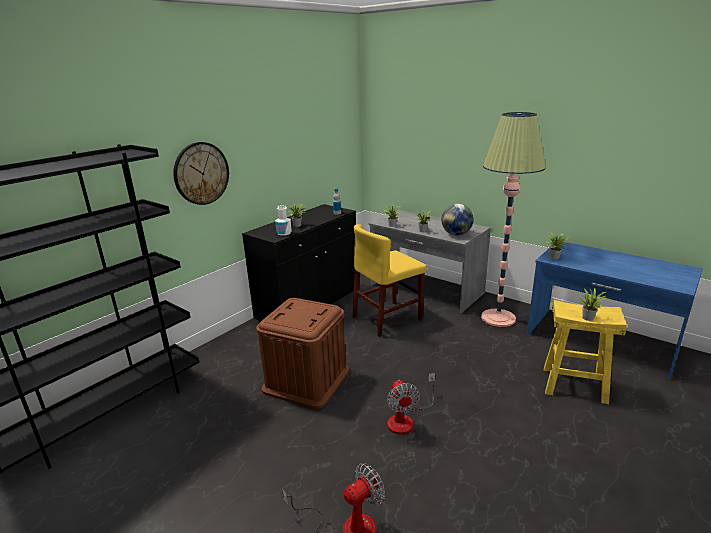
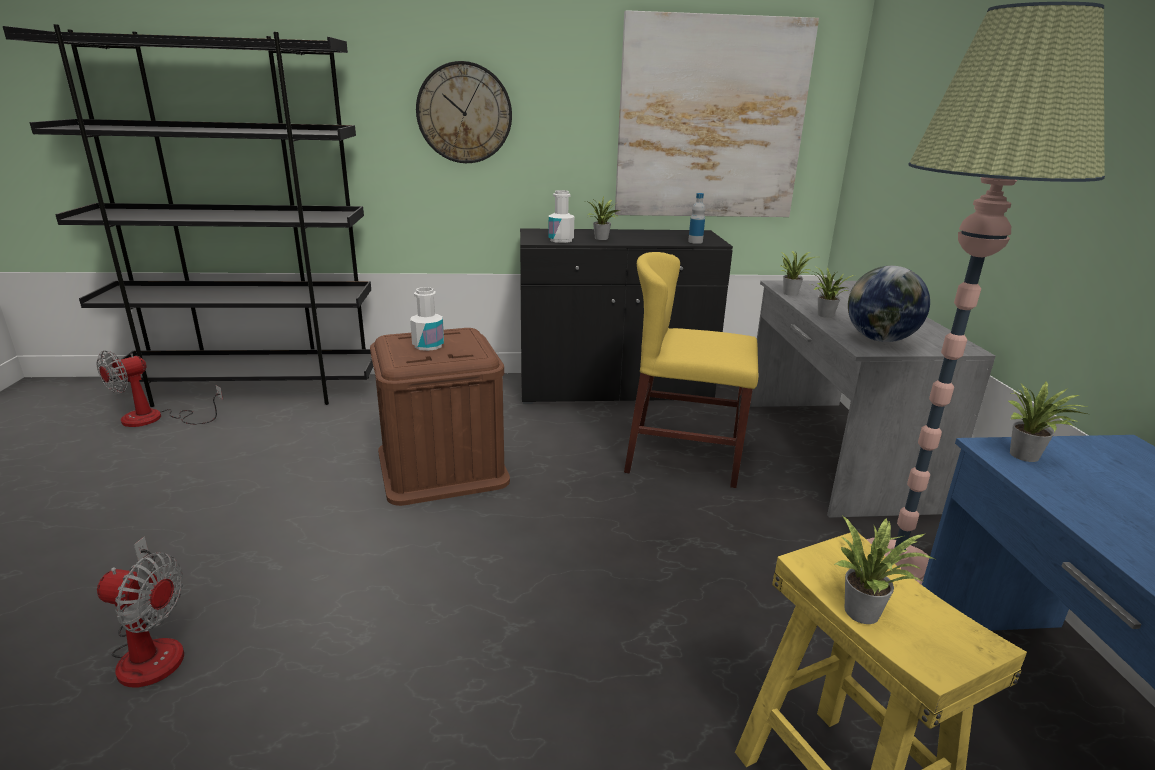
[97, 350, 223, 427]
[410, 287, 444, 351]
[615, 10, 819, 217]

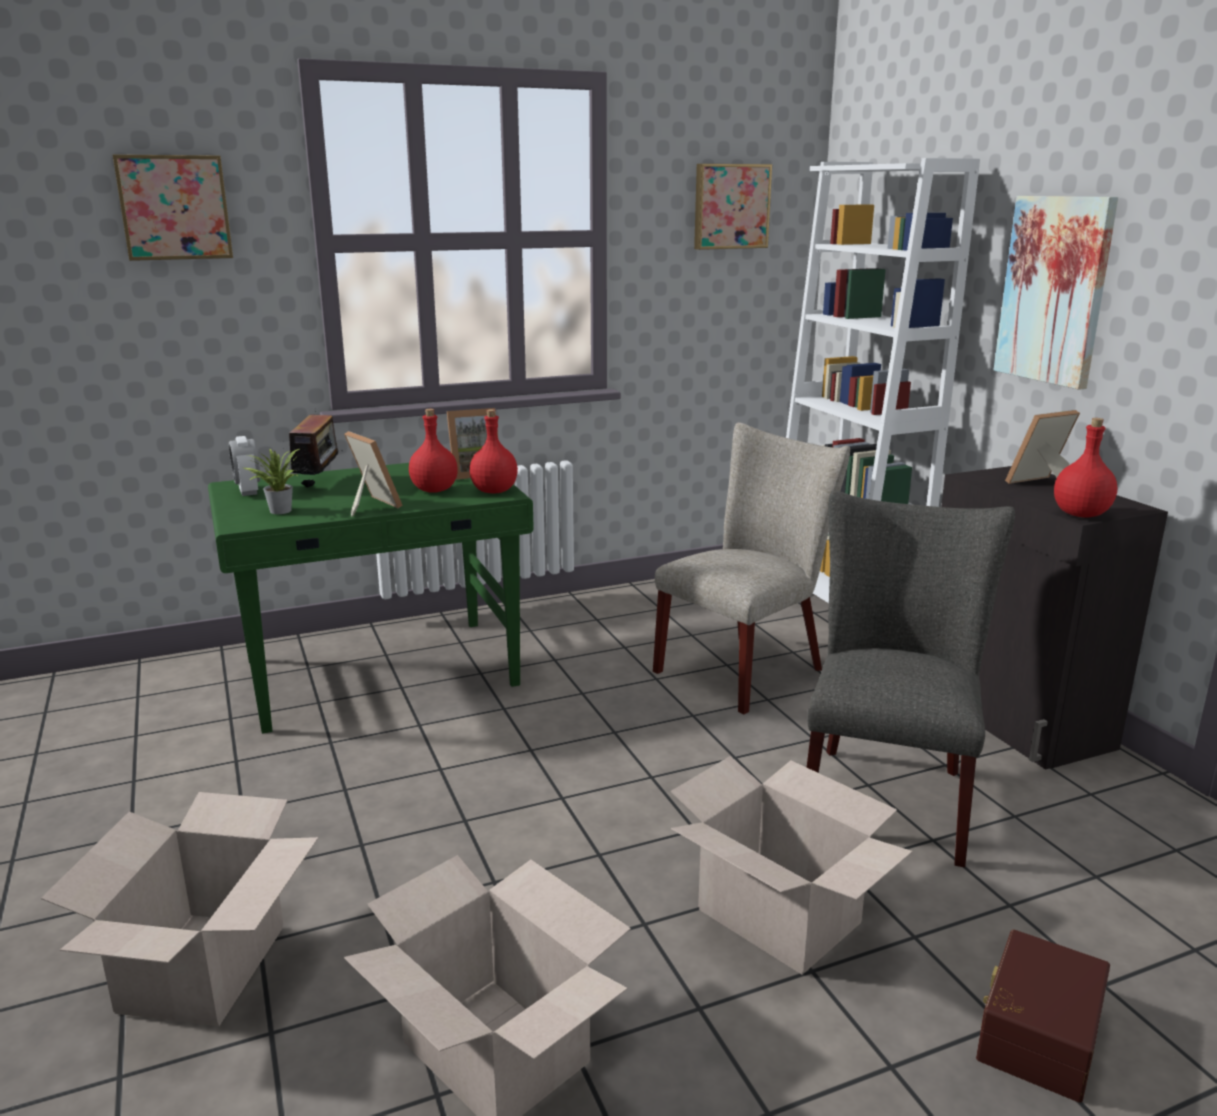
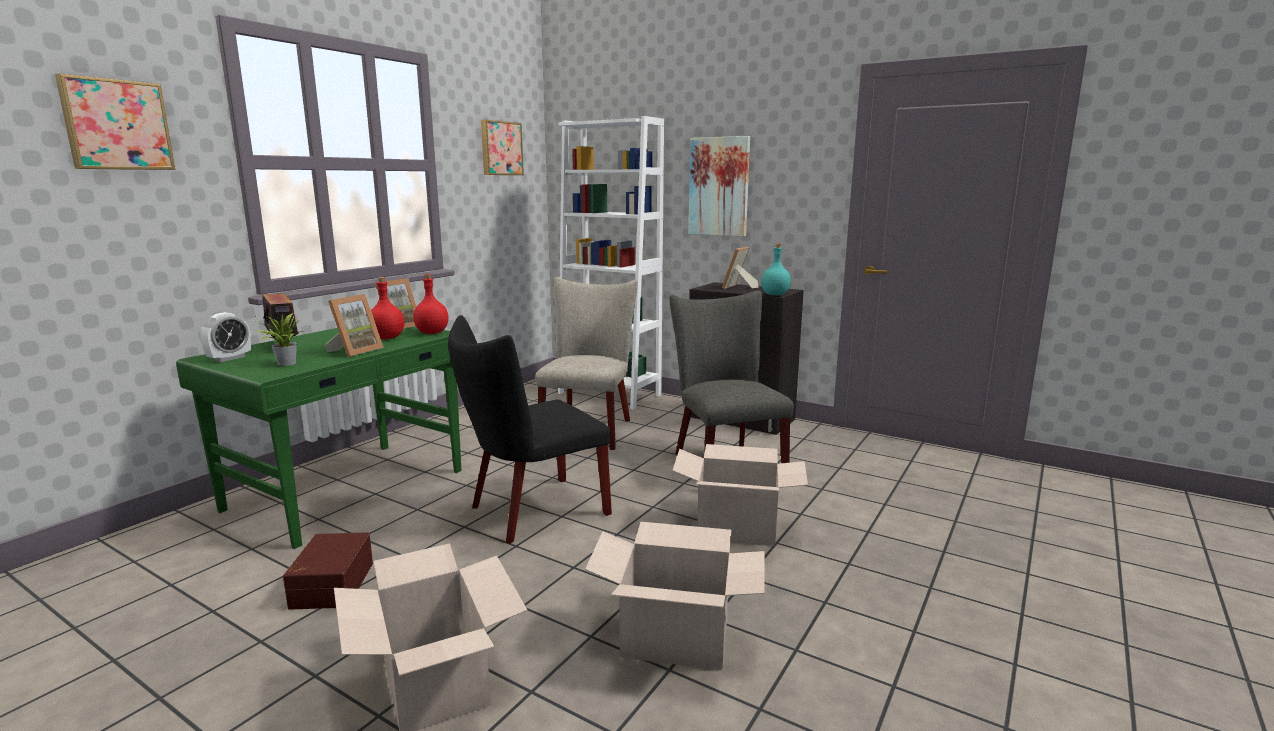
[200, 312, 251, 362]
[325, 294, 384, 357]
[283, 532, 373, 610]
[761, 243, 791, 295]
[448, 315, 612, 544]

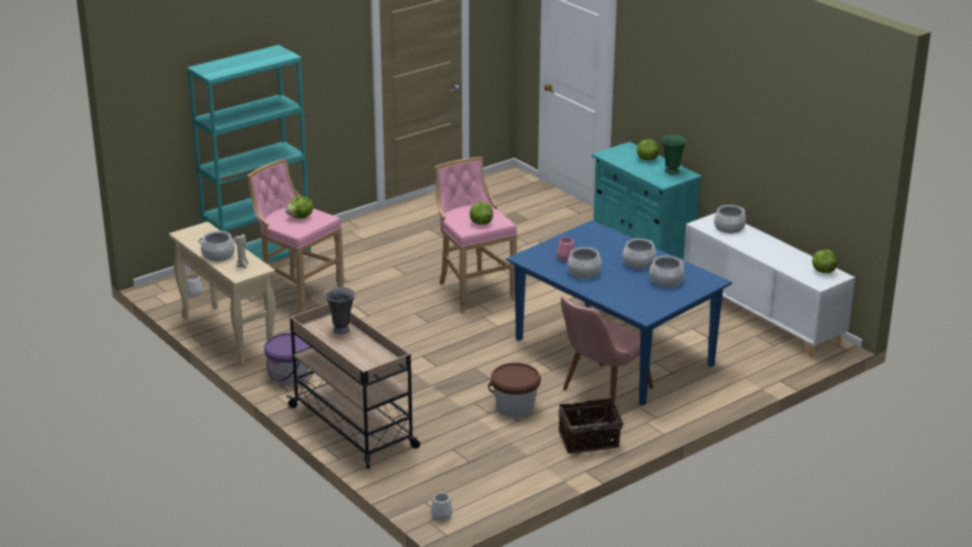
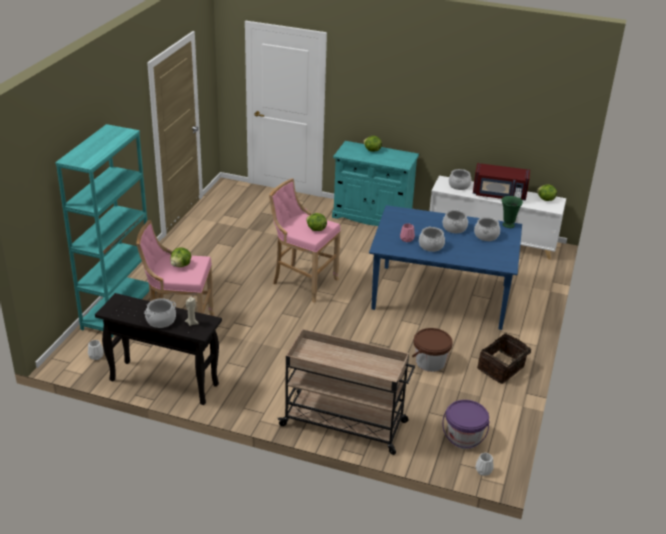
[95, 293, 222, 405]
[442, 400, 490, 449]
[325, 287, 355, 334] (first image)
[561, 296, 653, 403] (first image)
[501, 196, 523, 228]
[473, 163, 530, 201]

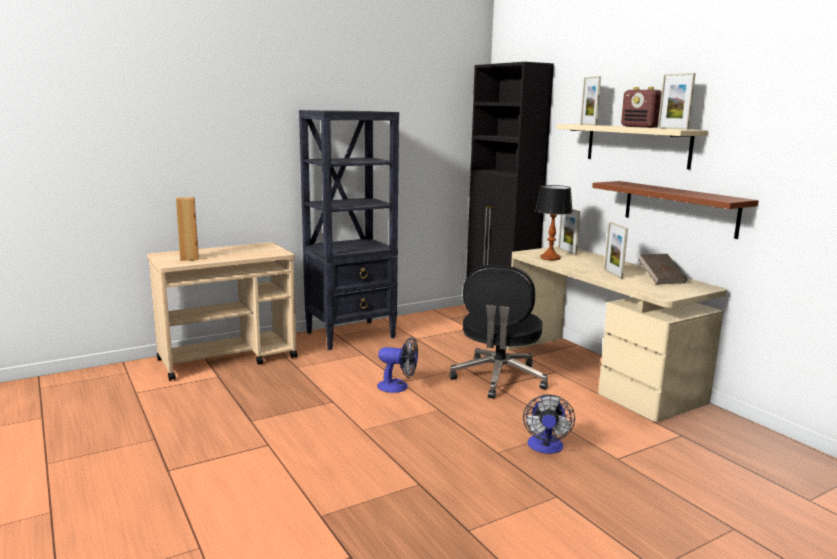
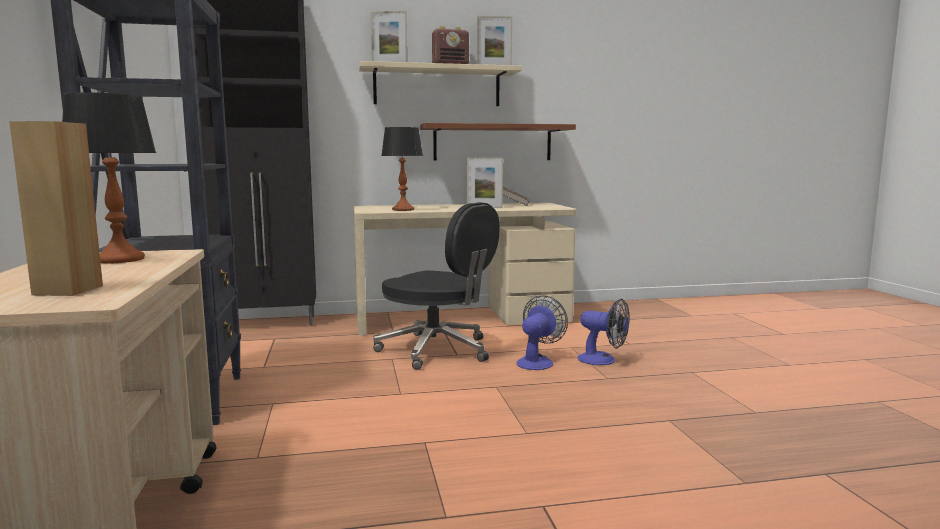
[517, 295, 568, 370]
[558, 209, 580, 255] (first image)
[62, 92, 156, 264]

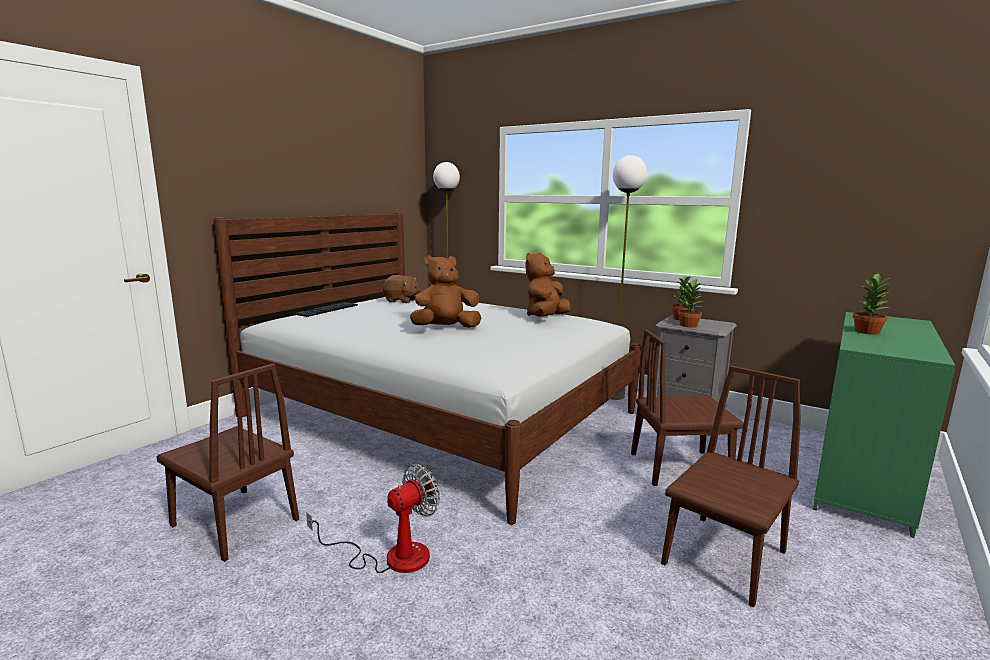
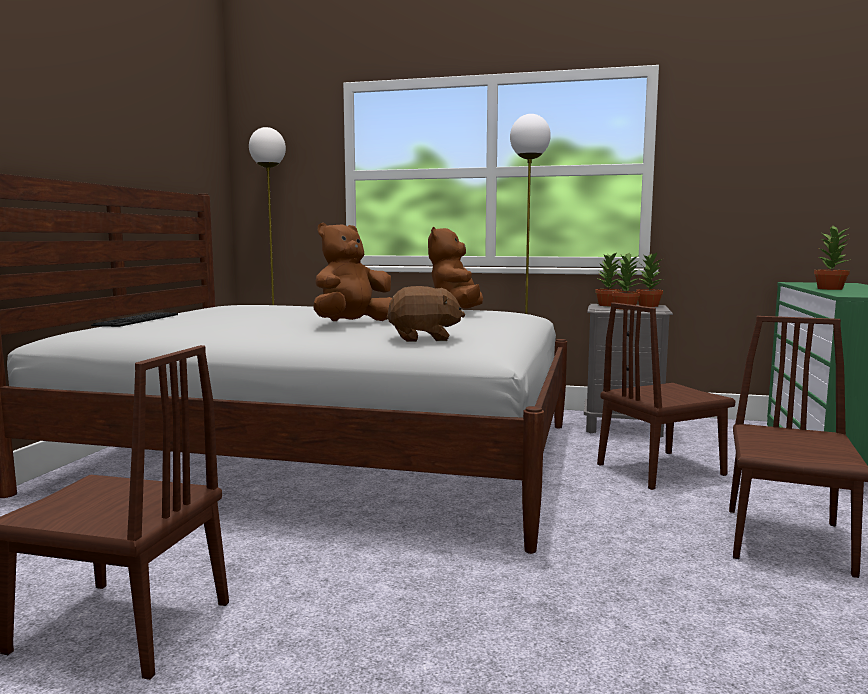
[306, 464, 440, 573] (first image)
[386, 286, 465, 342]
[636, 252, 663, 307]

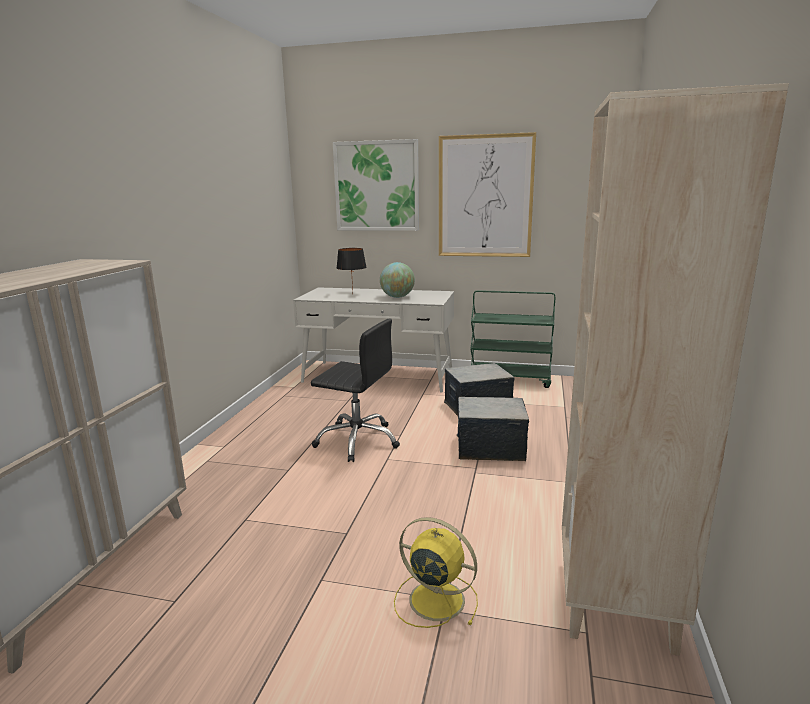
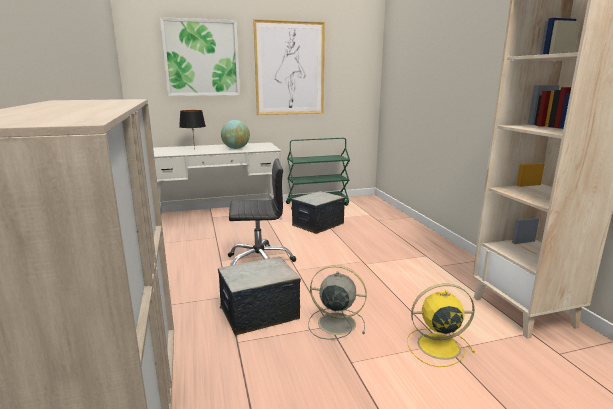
[218, 257, 301, 335]
[308, 265, 367, 340]

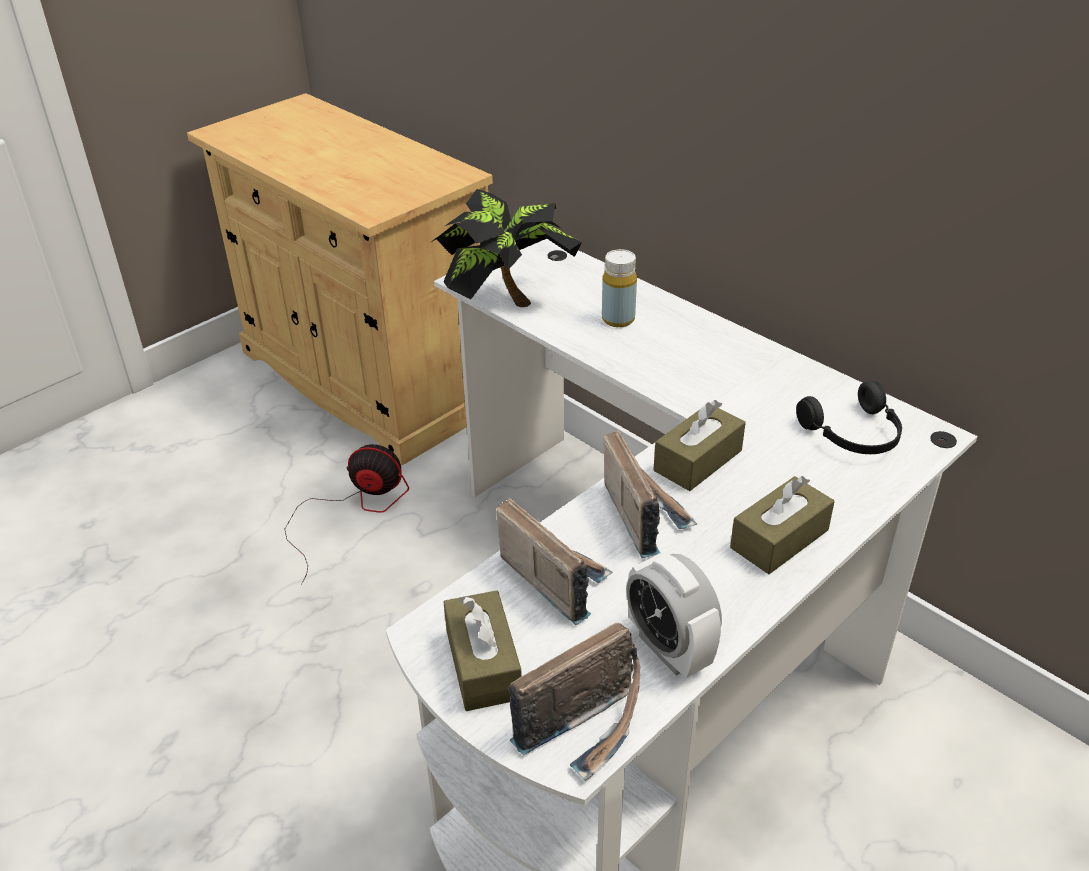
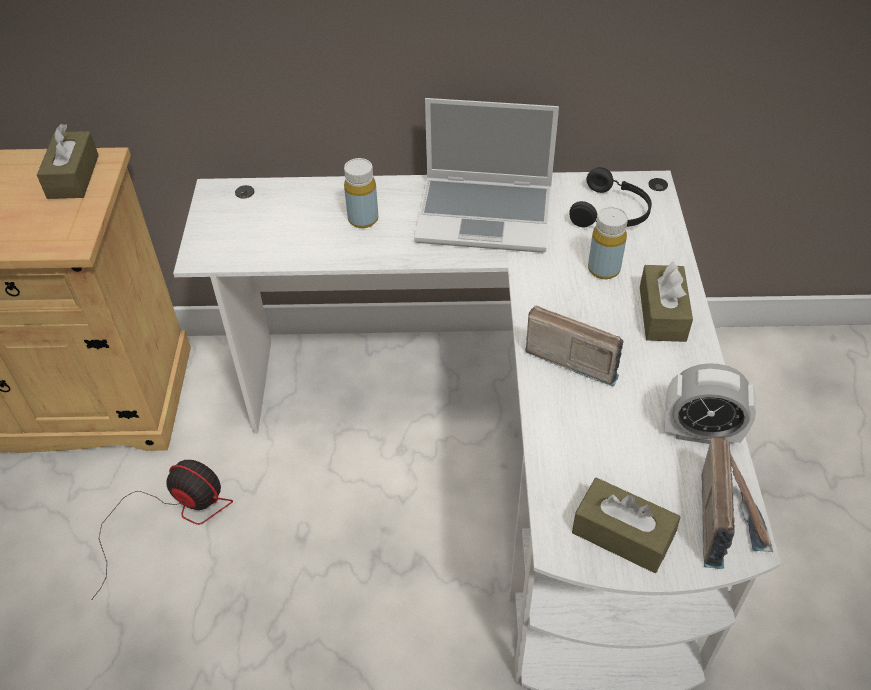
[91, 460, 233, 600]
[430, 189, 582, 307] (first image)
[496, 498, 613, 625] (first image)
[37, 124, 99, 199]
[414, 98, 559, 253]
[588, 207, 628, 279]

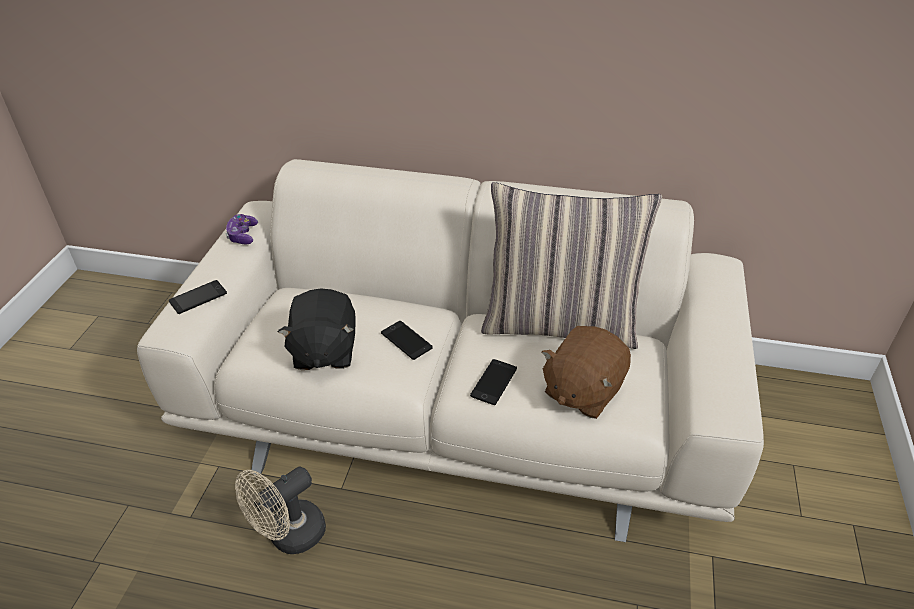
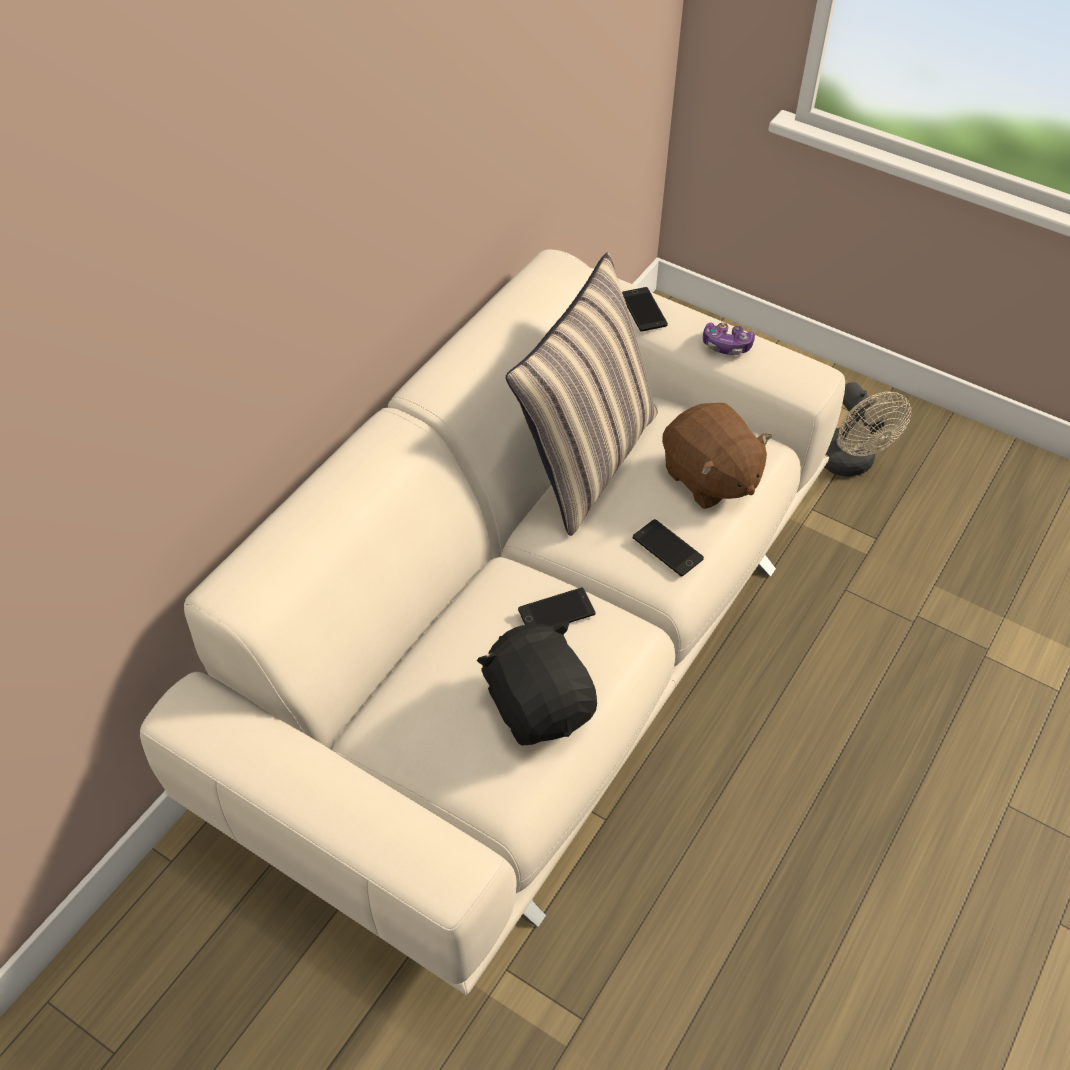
[622, 287, 668, 332]
[703, 322, 755, 355]
[825, 382, 911, 477]
[477, 620, 597, 746]

